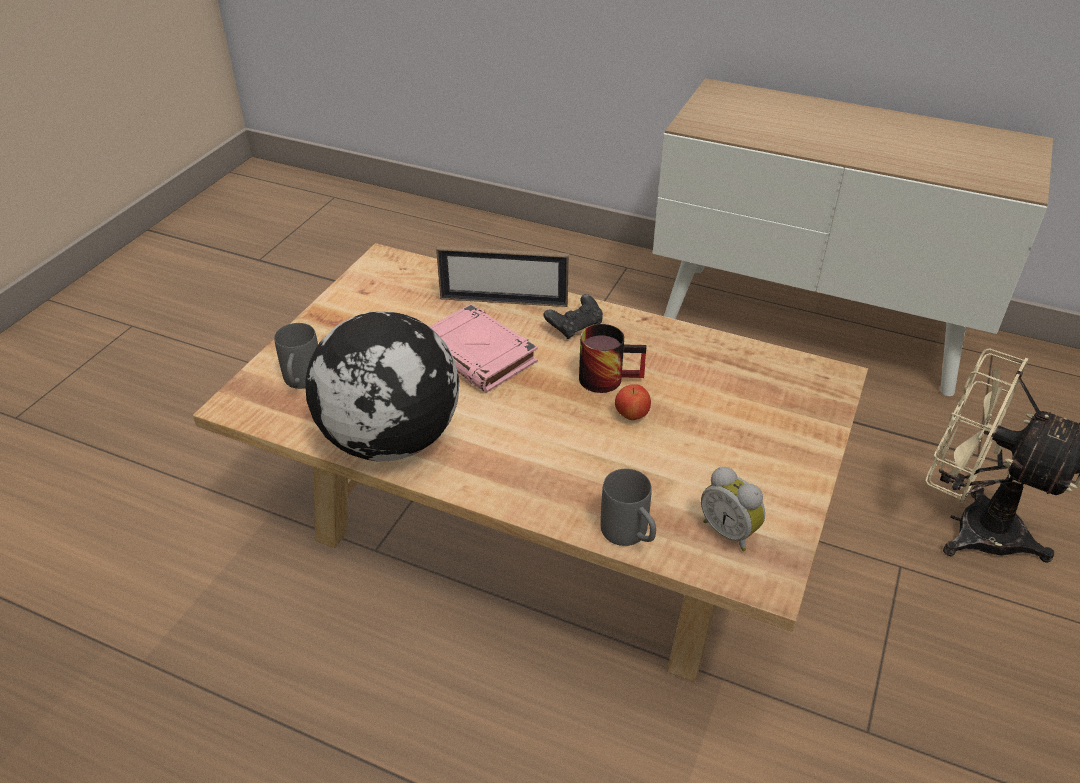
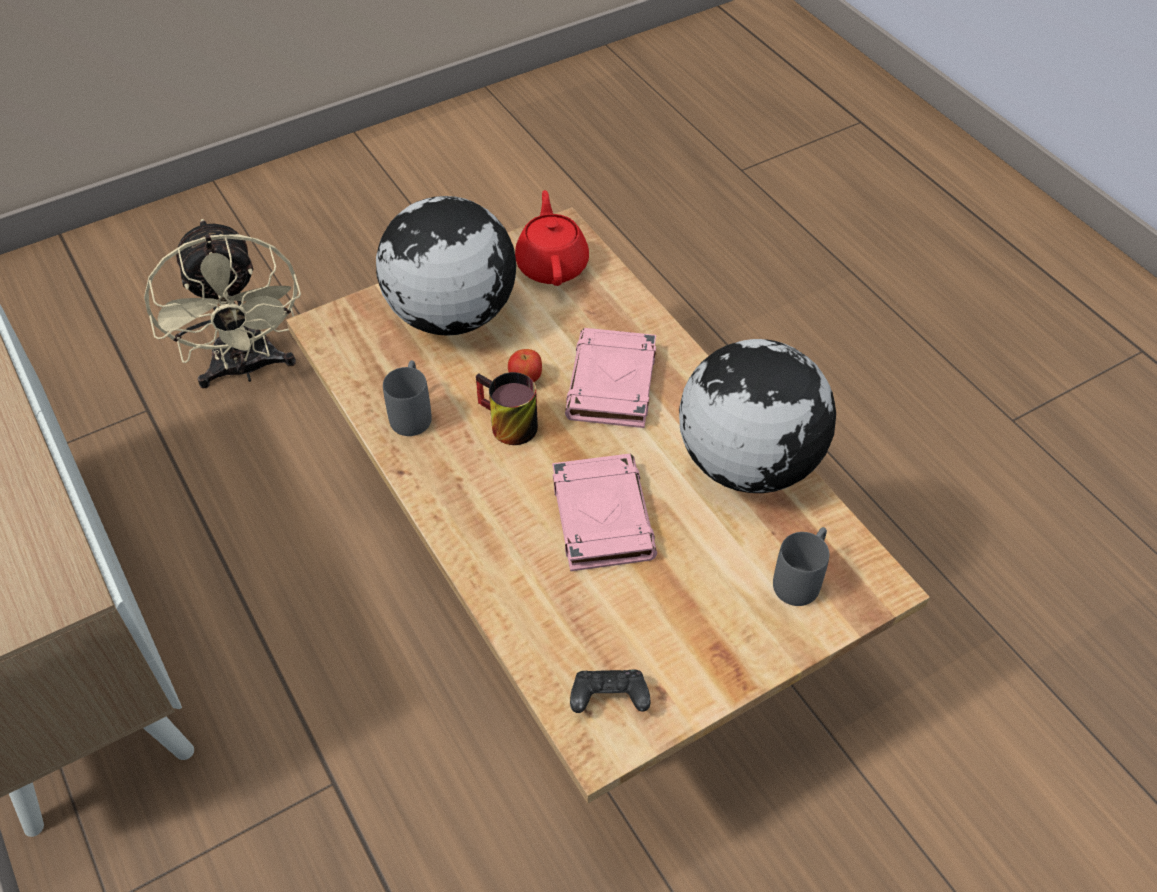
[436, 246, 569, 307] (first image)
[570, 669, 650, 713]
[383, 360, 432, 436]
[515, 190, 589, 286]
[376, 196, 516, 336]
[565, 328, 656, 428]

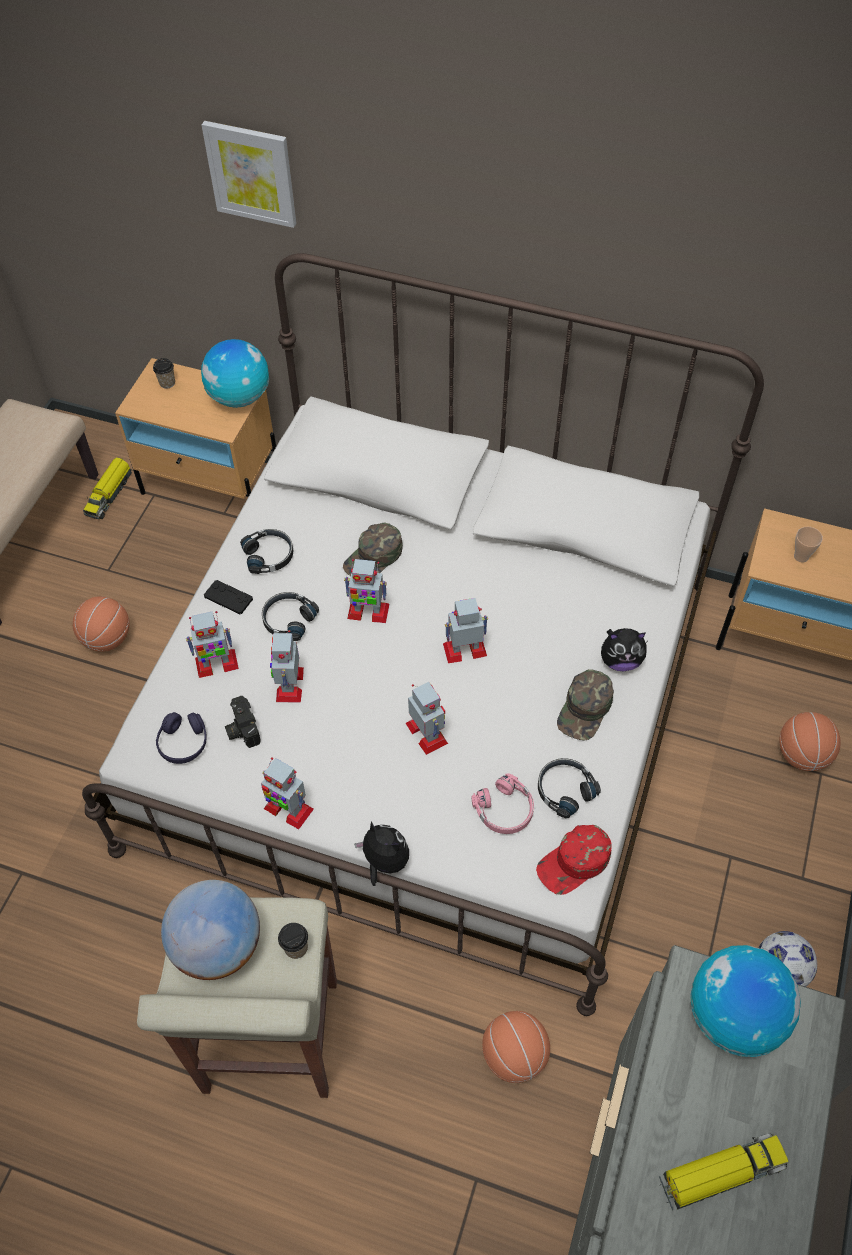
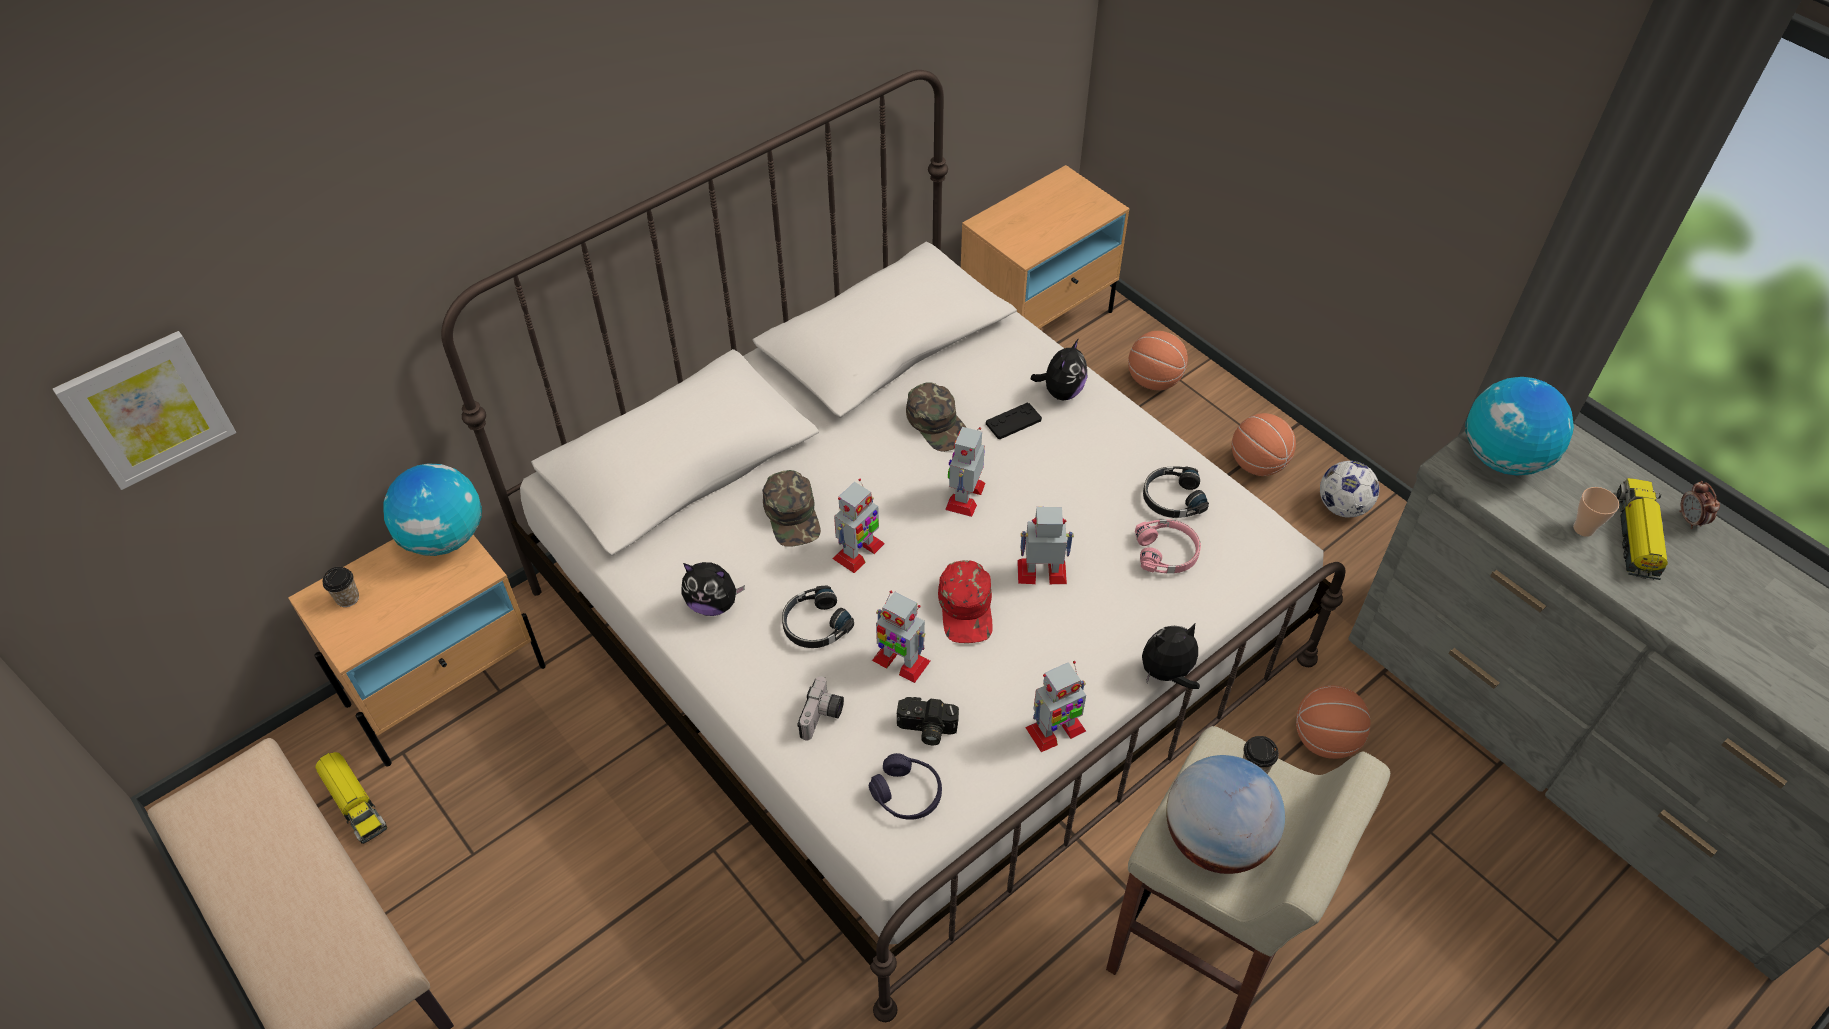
[1232, 413, 1296, 476]
[797, 676, 844, 741]
[53, 331, 236, 490]
[986, 403, 1042, 439]
[681, 562, 745, 616]
[938, 560, 993, 643]
[906, 382, 967, 452]
[1573, 487, 1619, 537]
[1679, 481, 1720, 529]

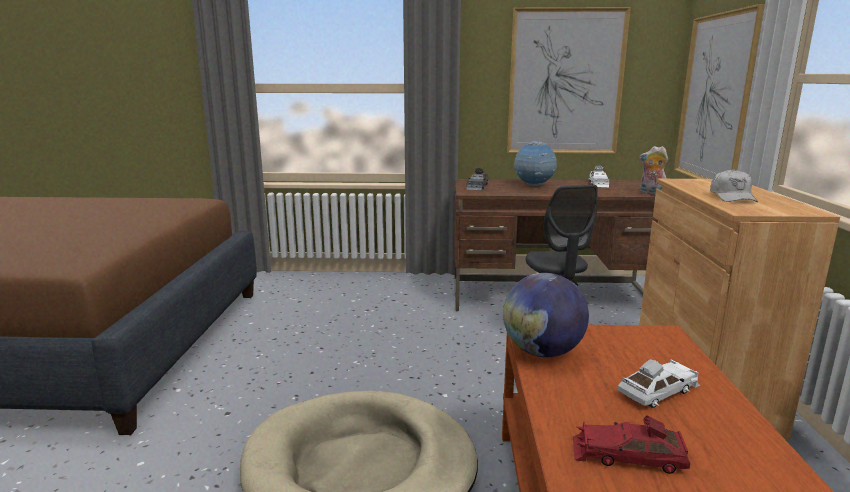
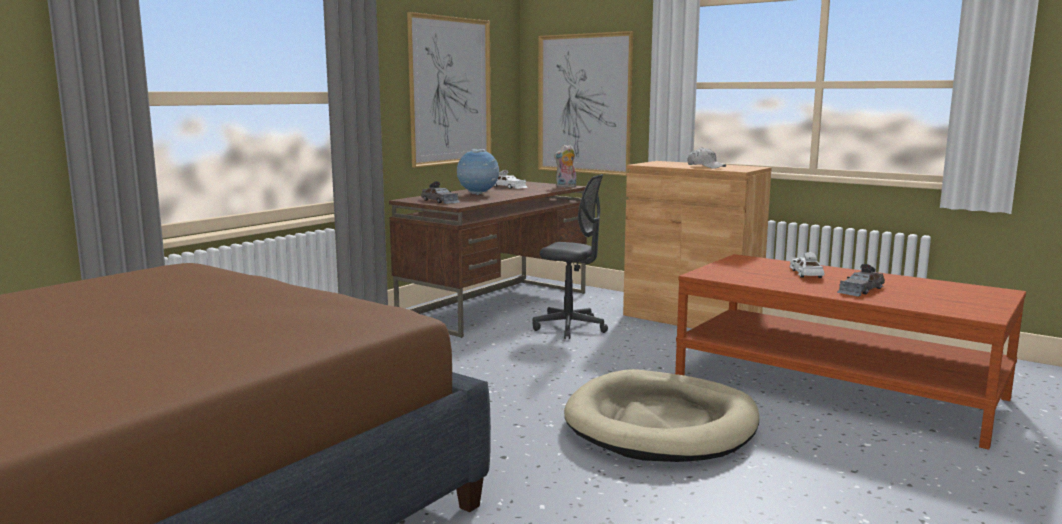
[503, 273, 589, 357] (first image)
[837, 264, 885, 297]

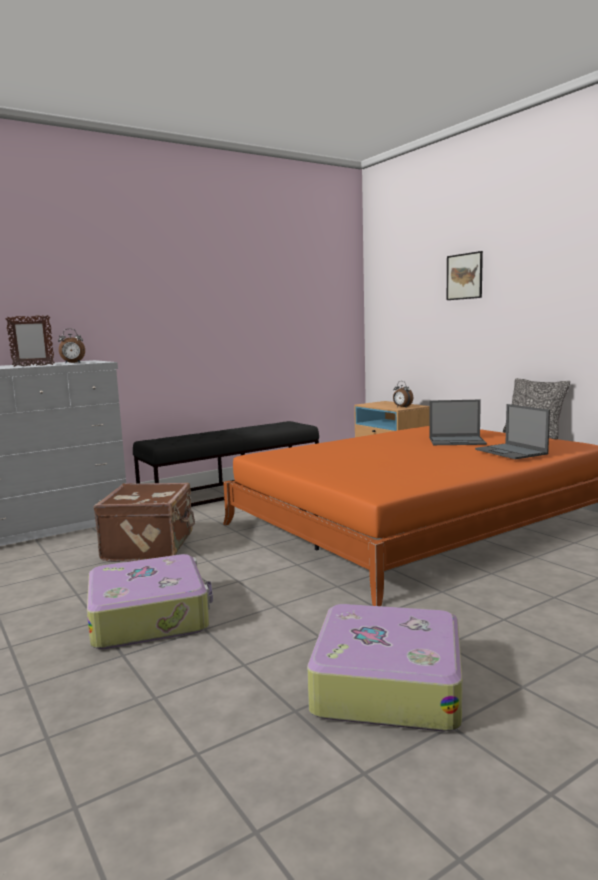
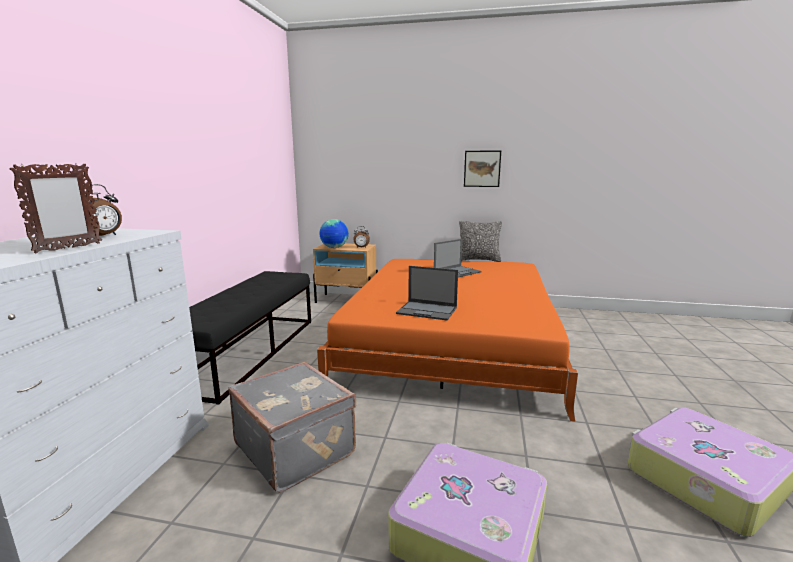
[228, 362, 356, 493]
[464, 150, 501, 187]
[396, 266, 458, 321]
[320, 219, 349, 248]

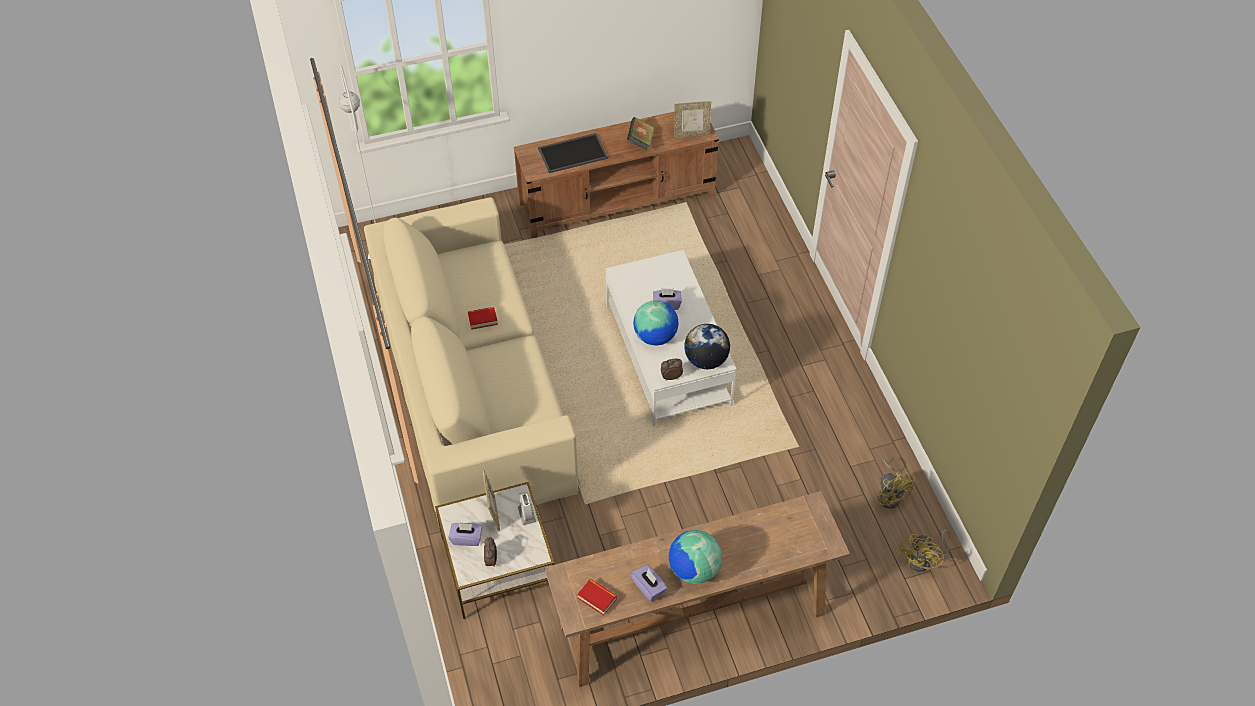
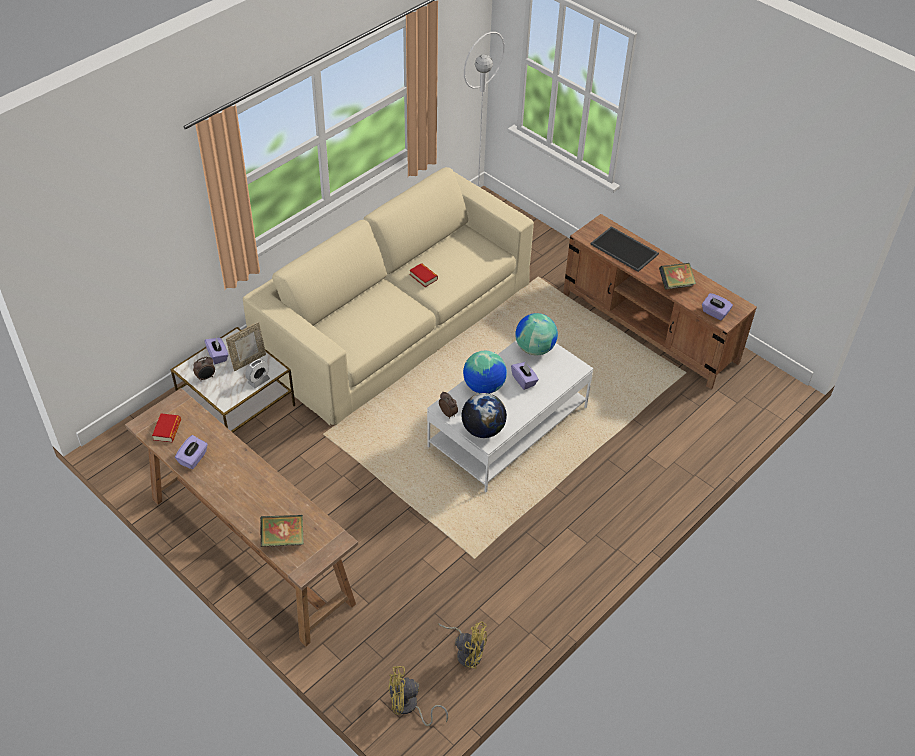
[515, 313, 558, 356]
[702, 293, 733, 320]
[438, 621, 487, 669]
[260, 515, 304, 547]

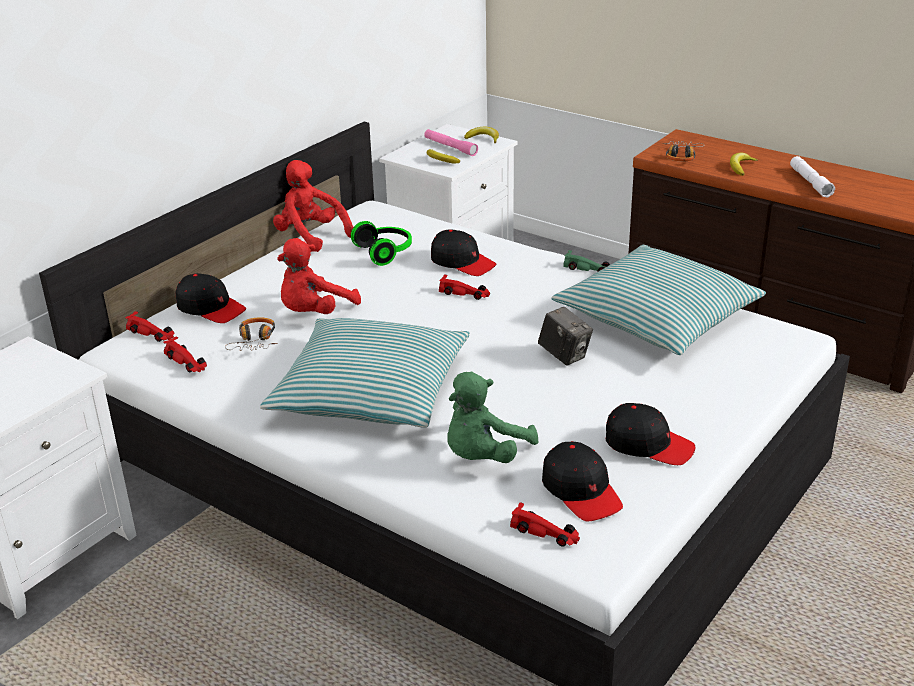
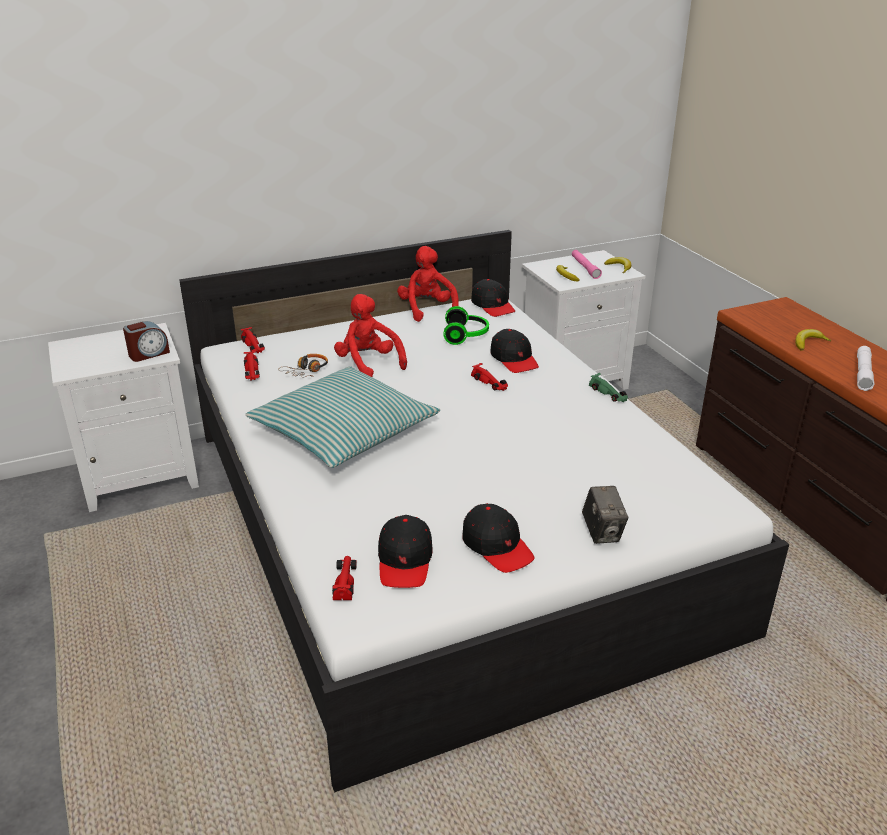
[471, 279, 515, 317]
[334, 294, 407, 377]
[447, 371, 538, 463] (first image)
[332, 556, 357, 600]
[582, 486, 629, 544]
[551, 245, 766, 355] (first image)
[662, 141, 704, 161] (first image)
[123, 321, 170, 362]

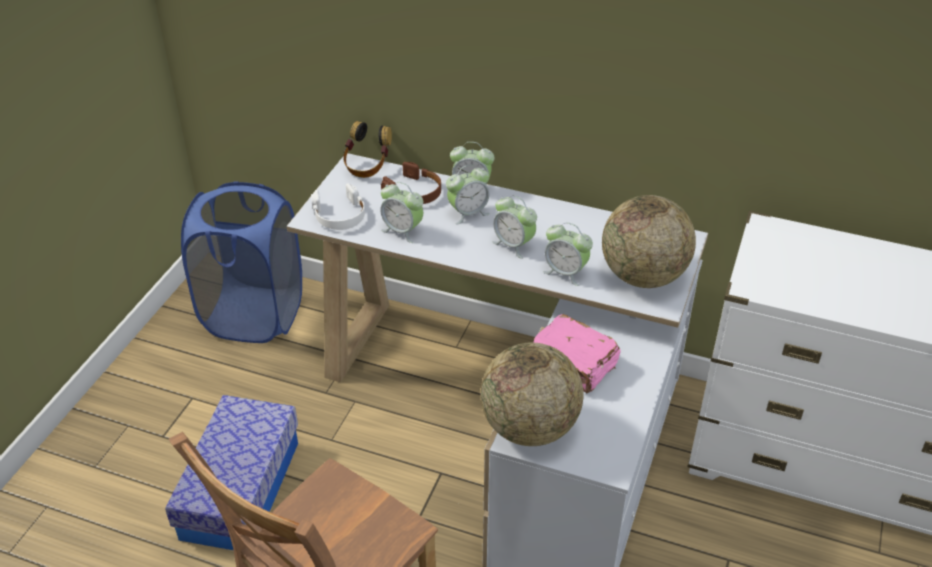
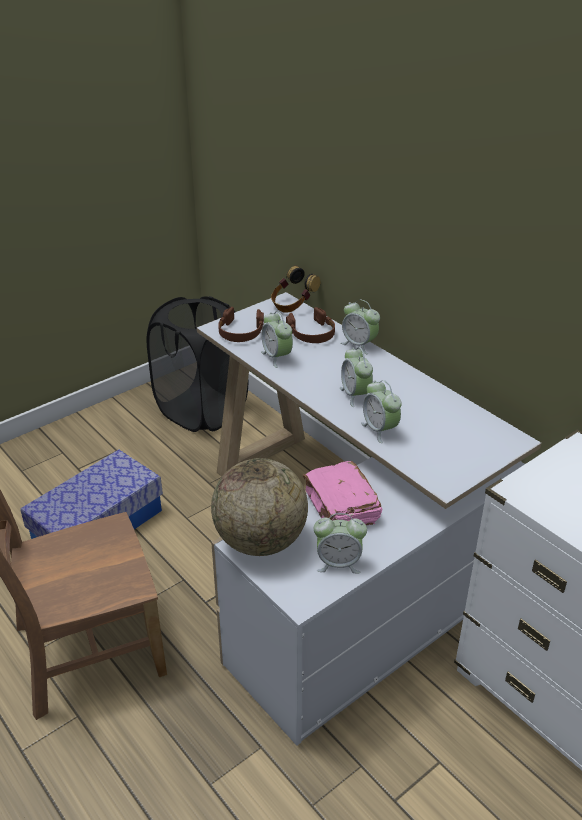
[147, 296, 248, 432]
[218, 307, 264, 342]
[314, 513, 367, 573]
[602, 195, 696, 288] (first image)

